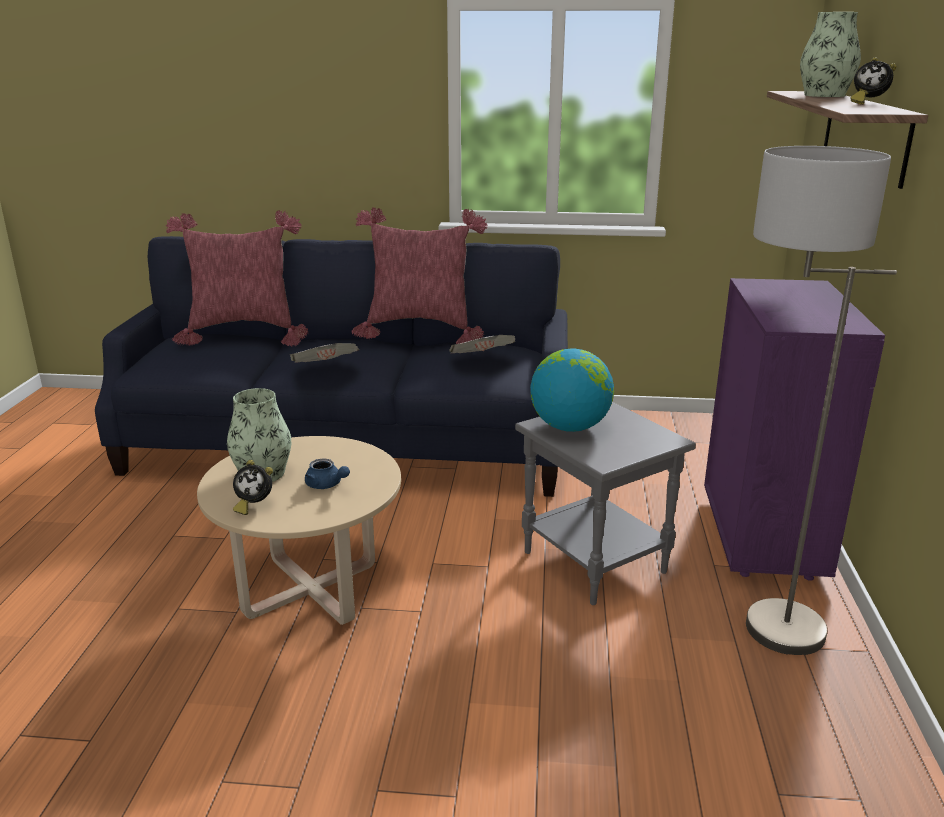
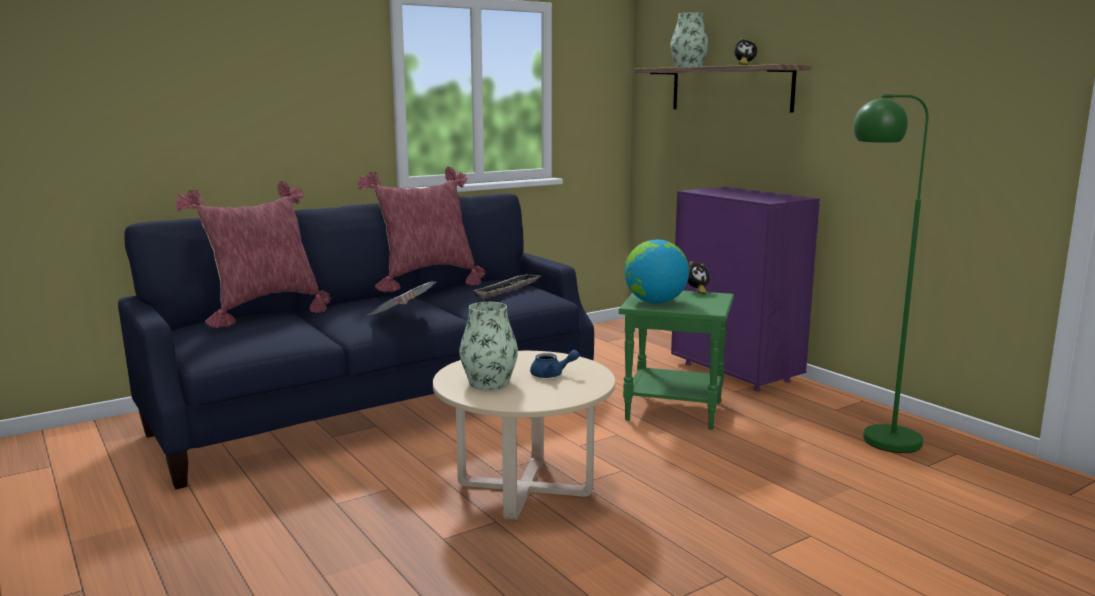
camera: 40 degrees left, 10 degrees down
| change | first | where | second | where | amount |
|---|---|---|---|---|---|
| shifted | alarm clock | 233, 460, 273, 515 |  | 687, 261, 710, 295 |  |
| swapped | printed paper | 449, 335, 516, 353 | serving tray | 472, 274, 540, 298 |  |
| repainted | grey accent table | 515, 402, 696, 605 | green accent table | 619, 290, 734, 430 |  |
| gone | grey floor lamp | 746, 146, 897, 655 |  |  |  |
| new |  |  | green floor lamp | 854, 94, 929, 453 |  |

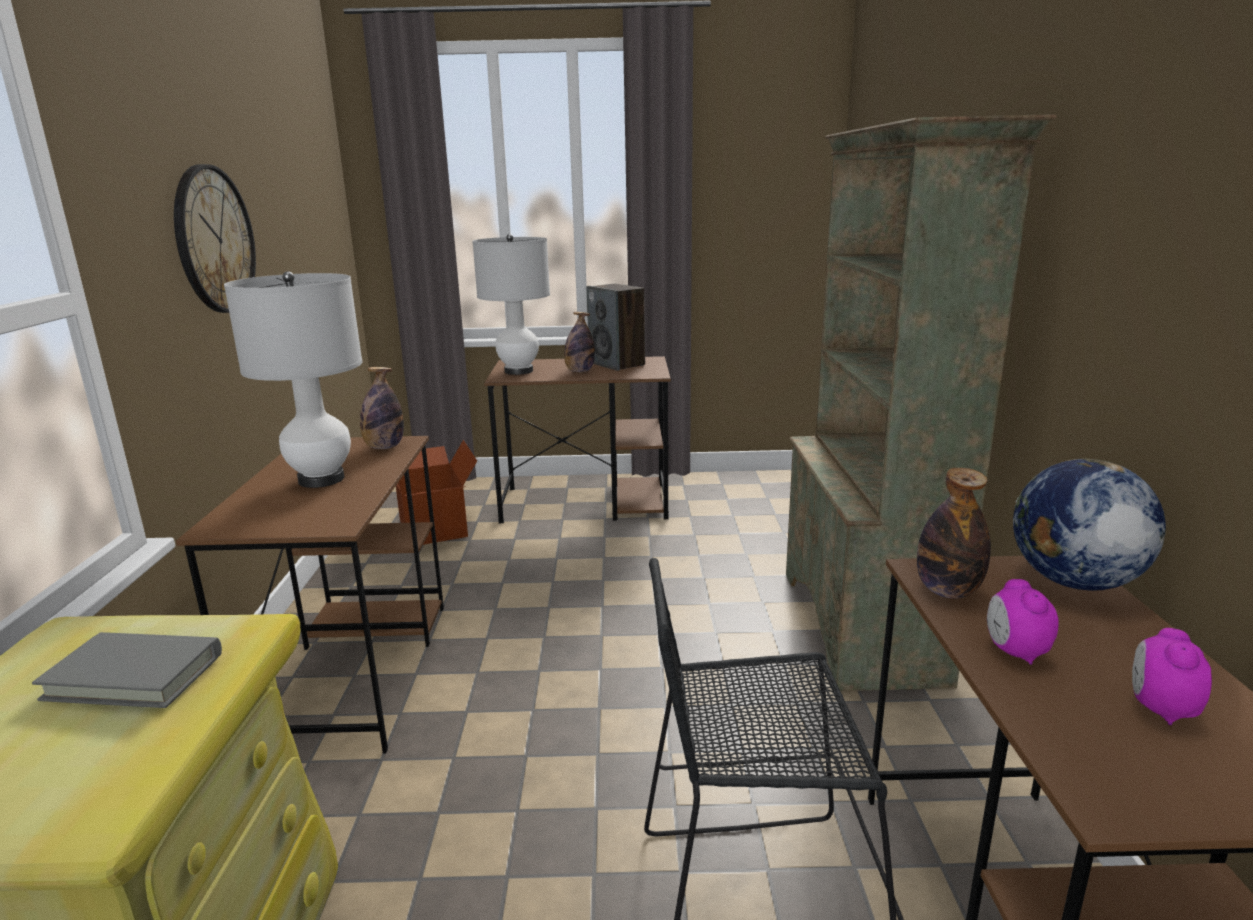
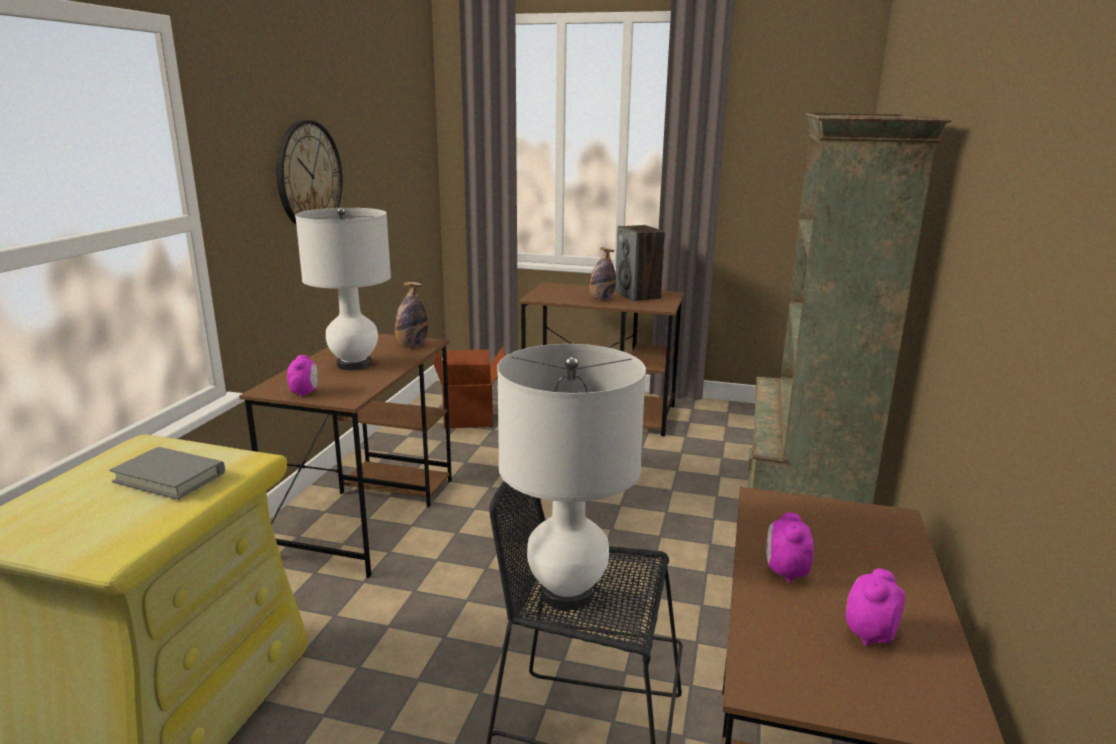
camera: 15 degrees right, 0 degrees up
| change | first | where | second | where | amount |
|---|---|---|---|---|---|
| shifted | whitish table lamp | 472, 234, 550, 375 |  | 497, 344, 646, 611 |  |
| gone | drink bottle | 917, 468, 991, 598 |  |  |  |
| gone | desk globe | 1013, 459, 1166, 591 |  |  |  |
| new |  |  | alarm clock | 287, 355, 318, 397 |  |

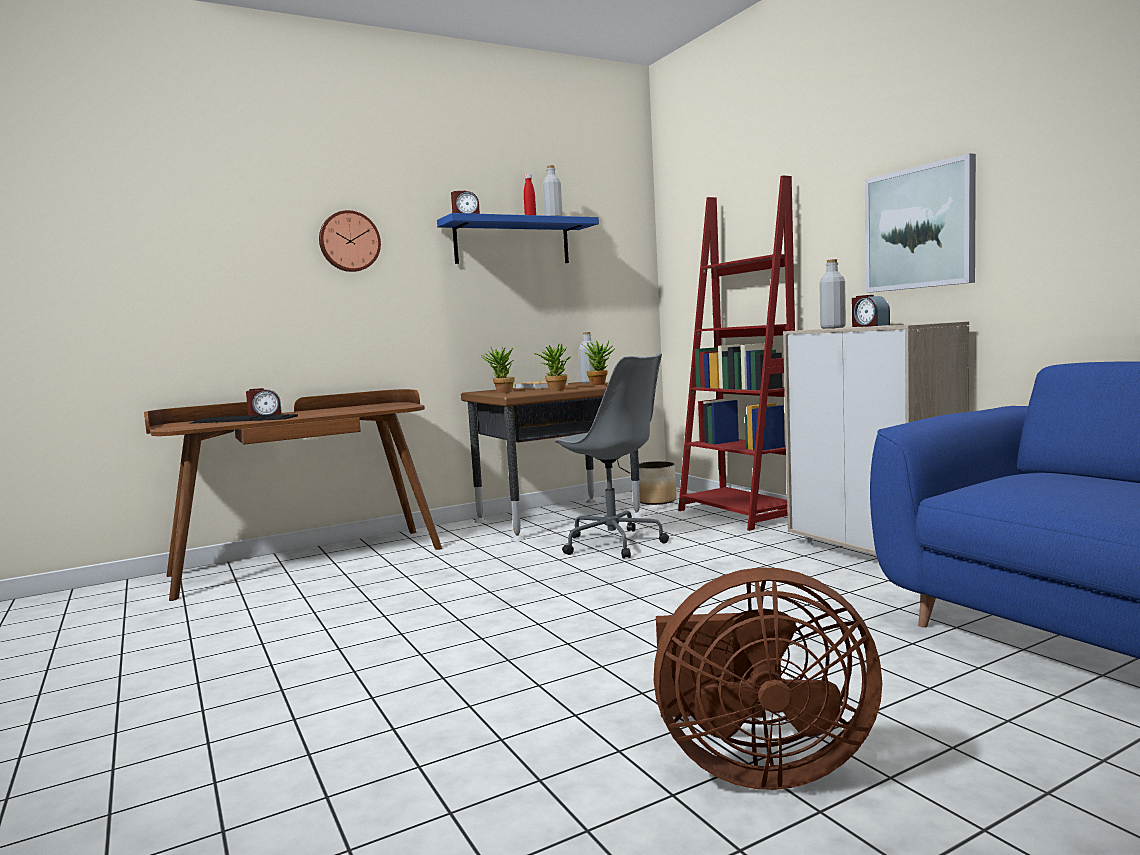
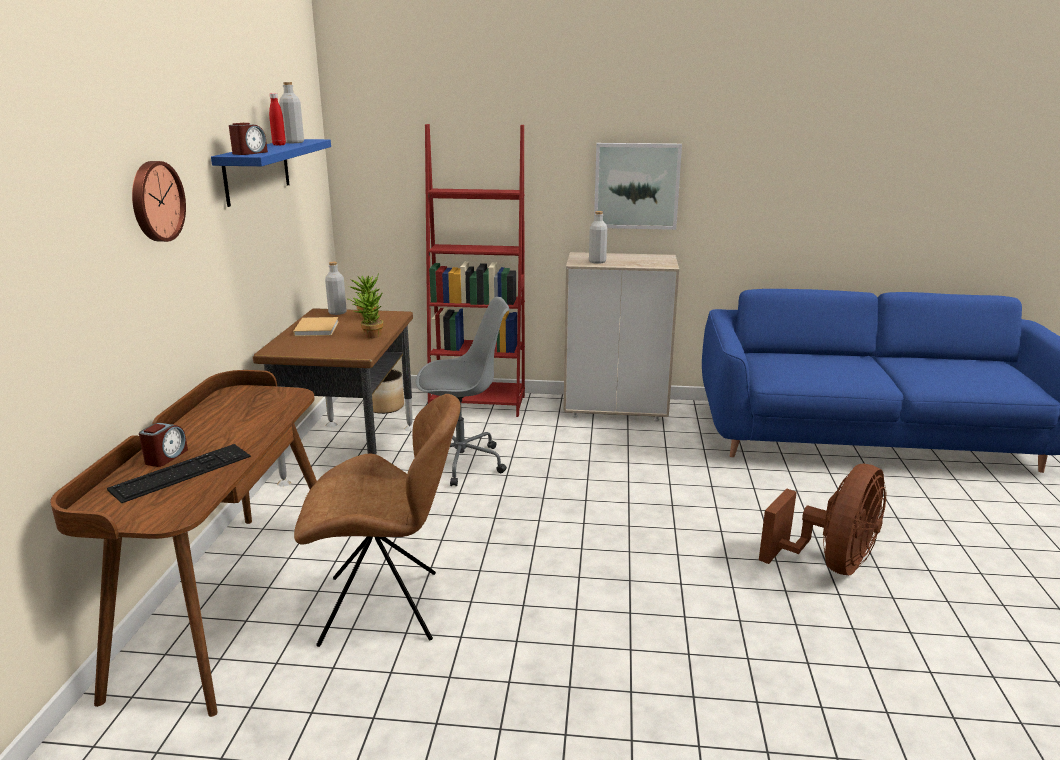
camera: 55 degrees left, 15 degrees up
| change | first | where | second | where | amount |
|---|---|---|---|---|---|
| gone | potted plant | 481, 347, 515, 393 |  |  |  |
| gone | alarm clock | 852, 295, 890, 327 |  |  |  |
| new |  |  | brown-coloured chair | 294, 394, 461, 647 |  |

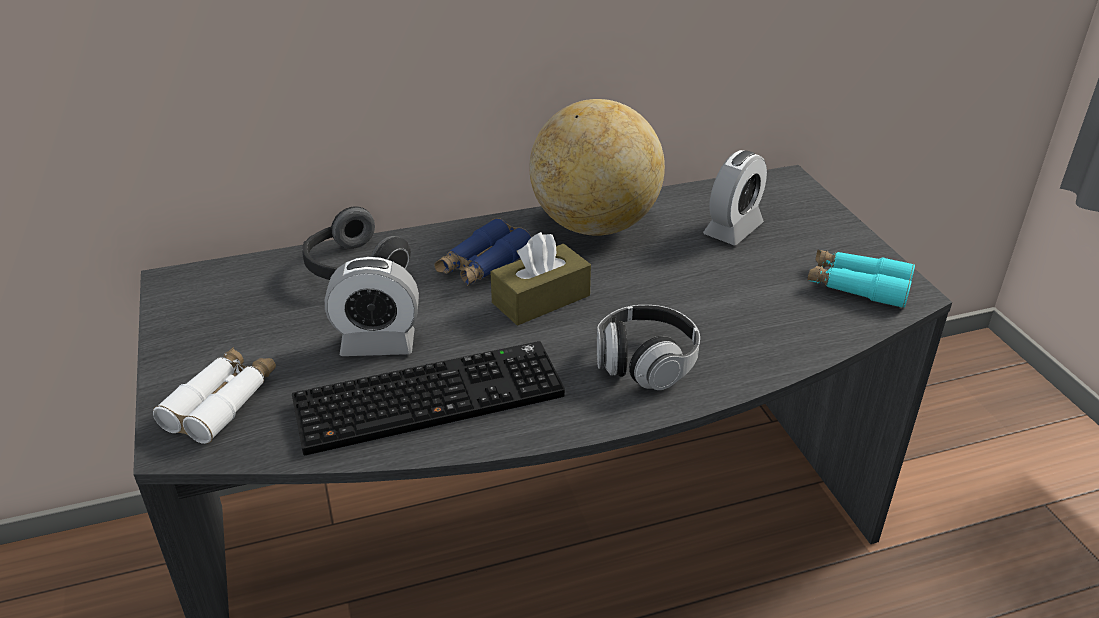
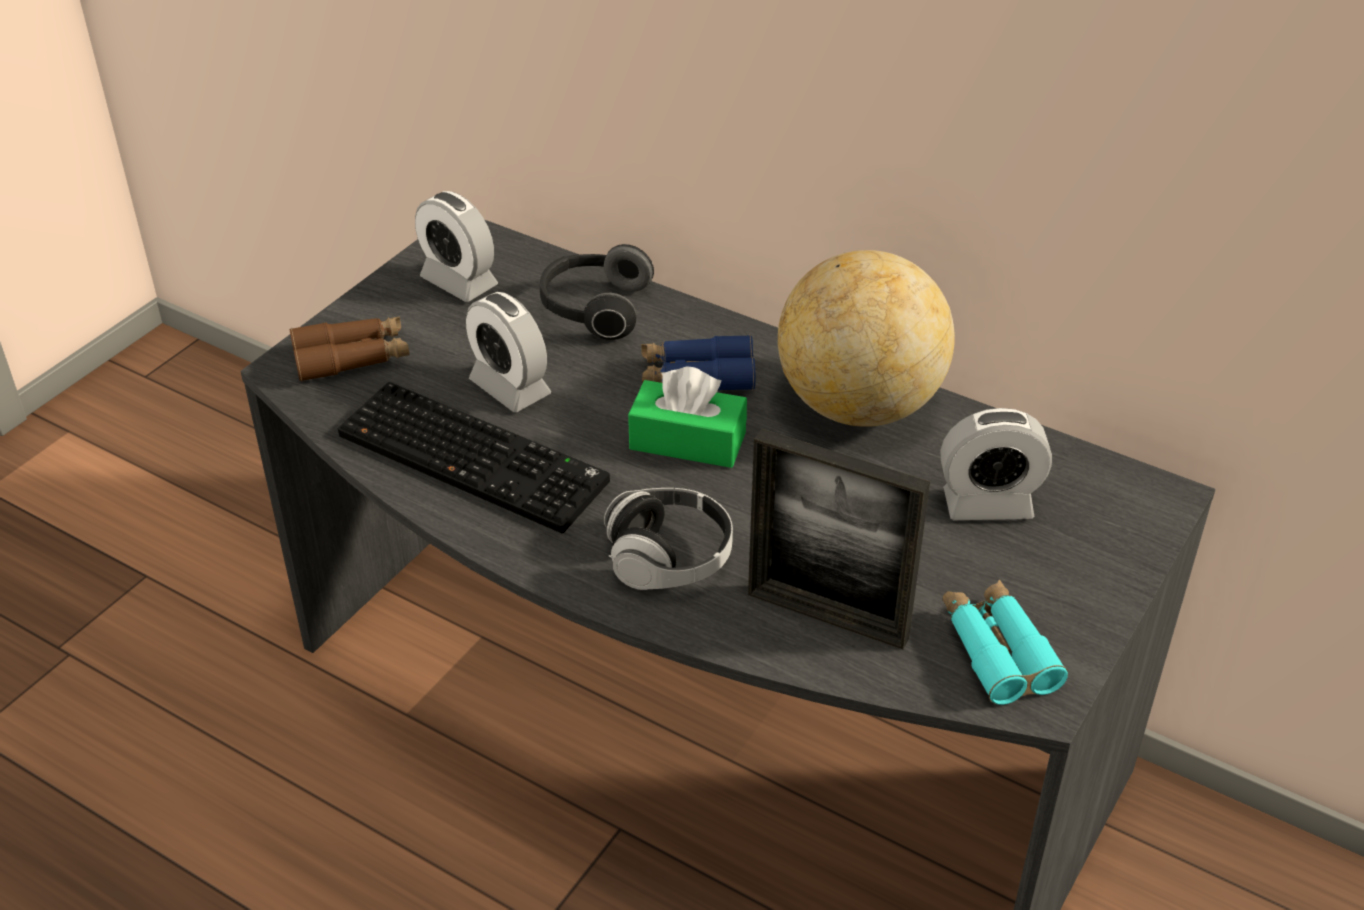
camera: 50 degrees right, 5 degrees up
| change | first | where | second | where | amount |
|---|---|---|---|---|---|
| repainted | whitish pair of binoculars | 153, 347, 276, 444 | brown-coloured pair of binoculars | 290, 317, 410, 381 |  |
| repainted | brown-coloured box of tissues | 490, 232, 591, 326 | green box of tissues | 628, 367, 747, 468 |  |
| new |  |  | alarm clock | 415, 191, 498, 302 |  |
| new |  |  | photo frame | 748, 428, 930, 649 |  |

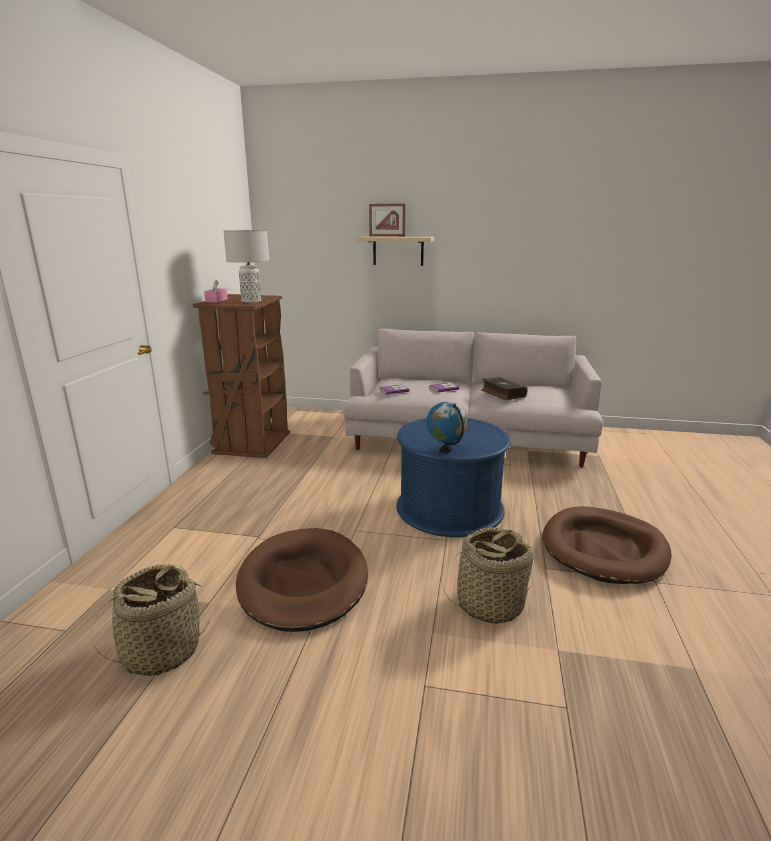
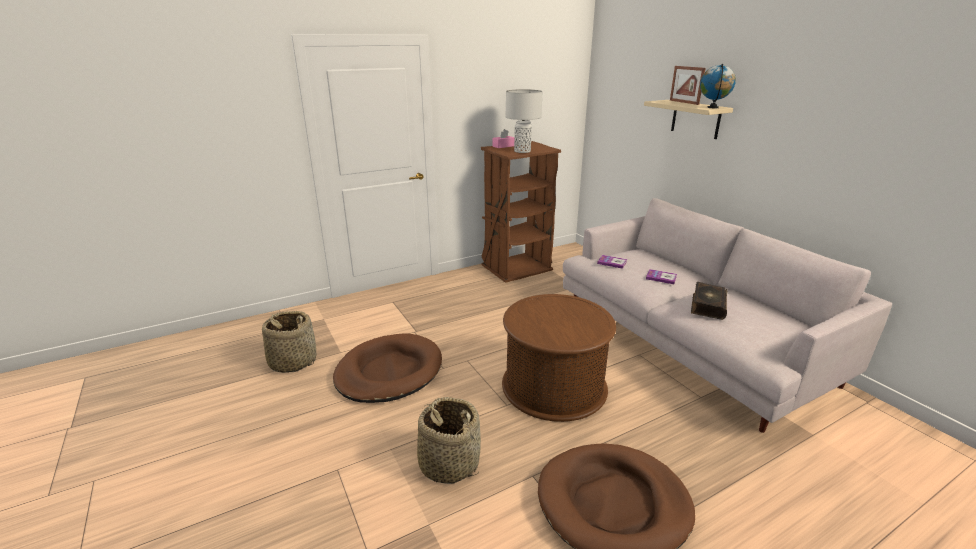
camera: 50 degrees right, 5 degrees up
| change | first | where | second | where | amount |
|---|---|---|---|---|---|
| repainted | blue-coloured coffee table | 396, 418, 511, 537 | brown-coloured coffee table | 502, 294, 616, 422 |  |
| shifted | desk globe | 426, 402, 468, 453 |  | 700, 64, 736, 108 |  |

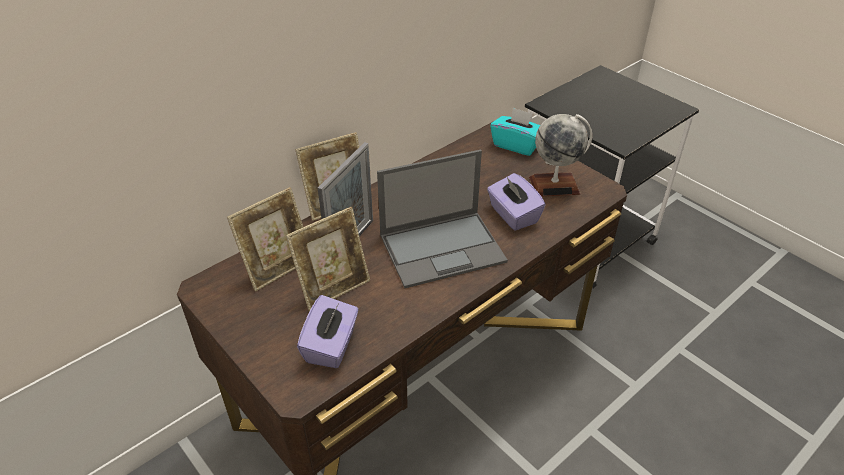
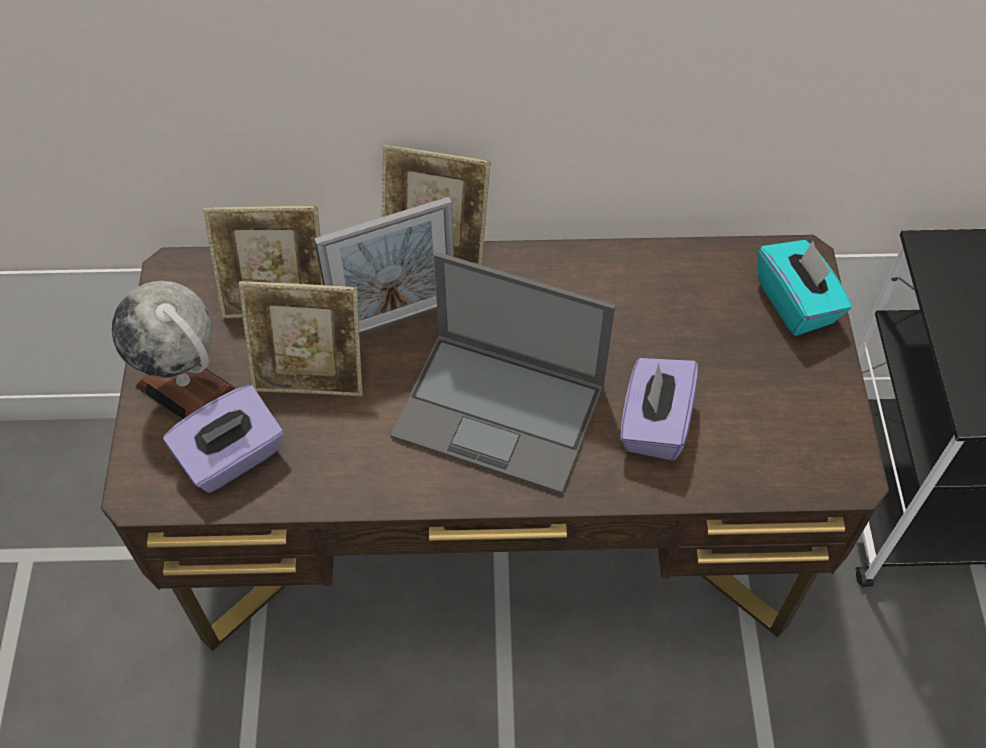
camera: 40 degrees right, 15 degrees up
| change | first | where | second | where | amount |
|---|---|---|---|---|---|
| shifted | desk globe | 529, 114, 592, 196 |  | 112, 281, 236, 419 |  |

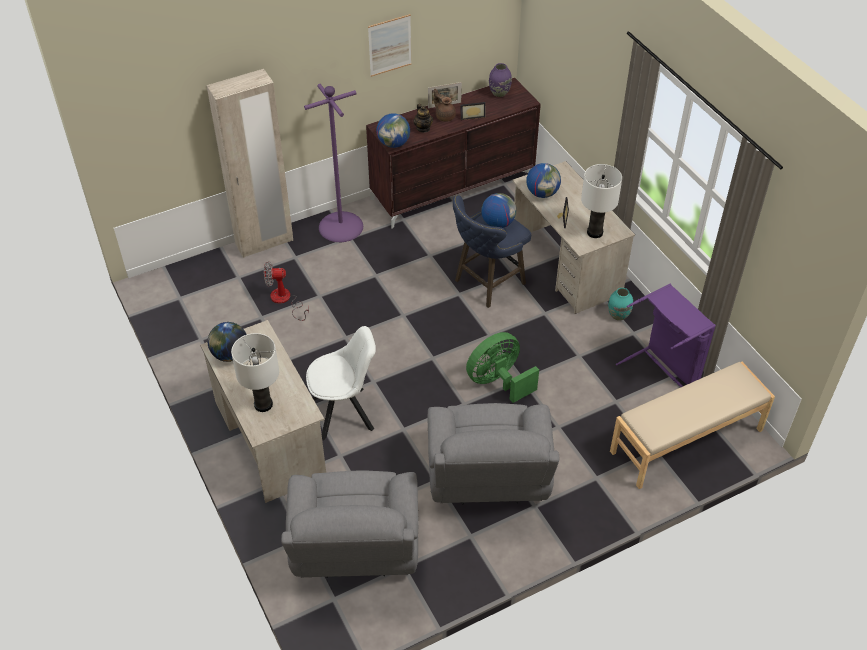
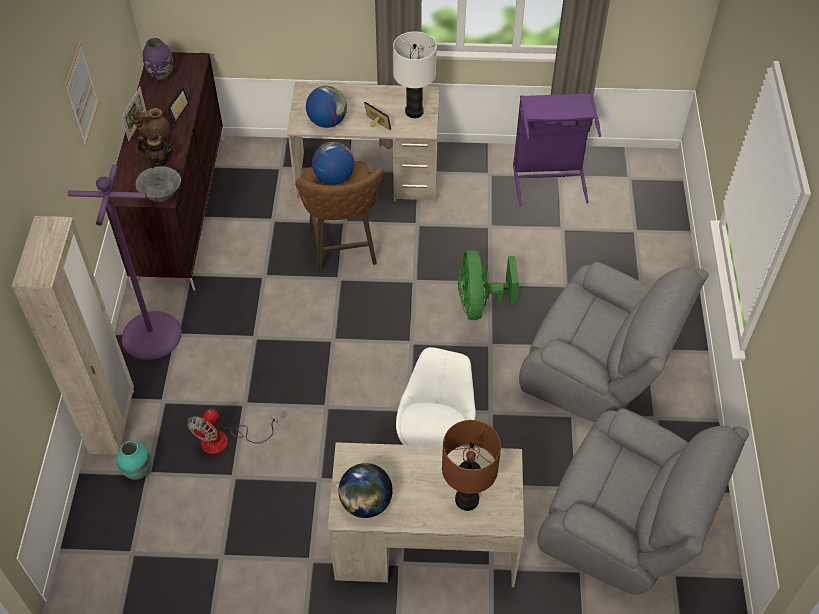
camera: 60 degrees left, 5 degrees up
| change | first | where | second | where | amount |
|---|---|---|---|---|---|
| repainted | whitish table lamp | 231, 333, 279, 412 | brown-coloured table lamp | 442, 420, 501, 511 |  |
| swapped | desk globe | 376, 113, 410, 148 | grey bowl | 136, 166, 181, 202 |  |
| repainted | blue-coloured stool | 453, 195, 531, 308 | brown-coloured stool | 295, 161, 384, 273 |  |
| shifted | turquoise decorative vase | 608, 288, 633, 320 |  | 116, 441, 151, 480 |  |
| gone | beige long seat | 610, 362, 775, 489 |  |  |  |

